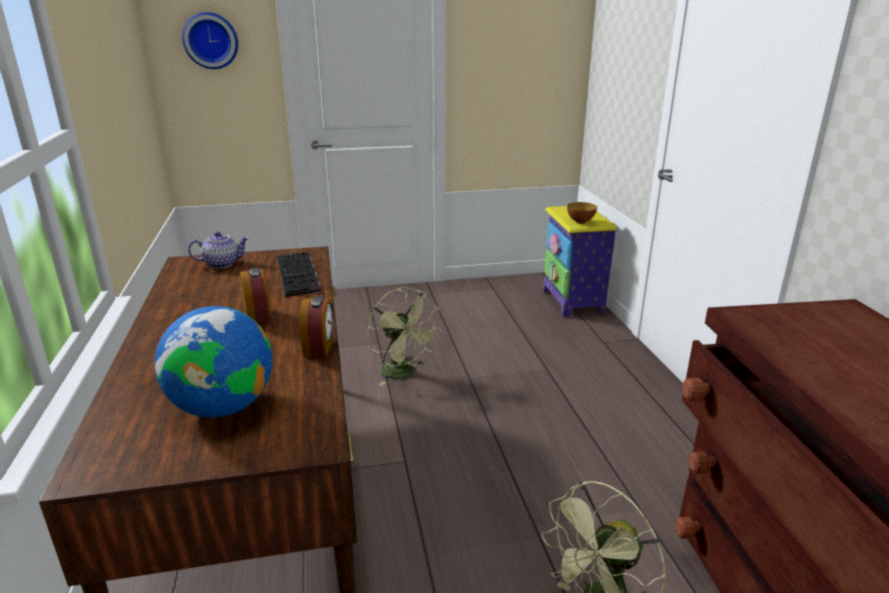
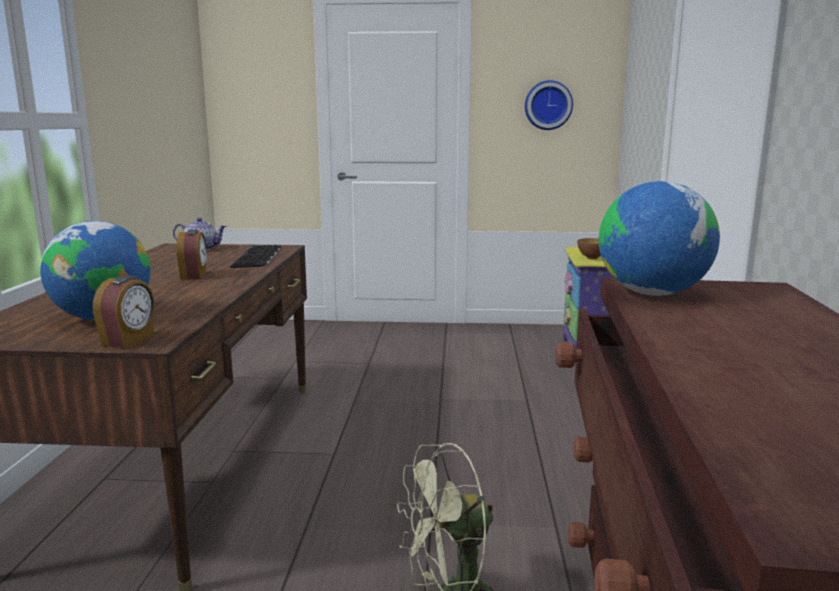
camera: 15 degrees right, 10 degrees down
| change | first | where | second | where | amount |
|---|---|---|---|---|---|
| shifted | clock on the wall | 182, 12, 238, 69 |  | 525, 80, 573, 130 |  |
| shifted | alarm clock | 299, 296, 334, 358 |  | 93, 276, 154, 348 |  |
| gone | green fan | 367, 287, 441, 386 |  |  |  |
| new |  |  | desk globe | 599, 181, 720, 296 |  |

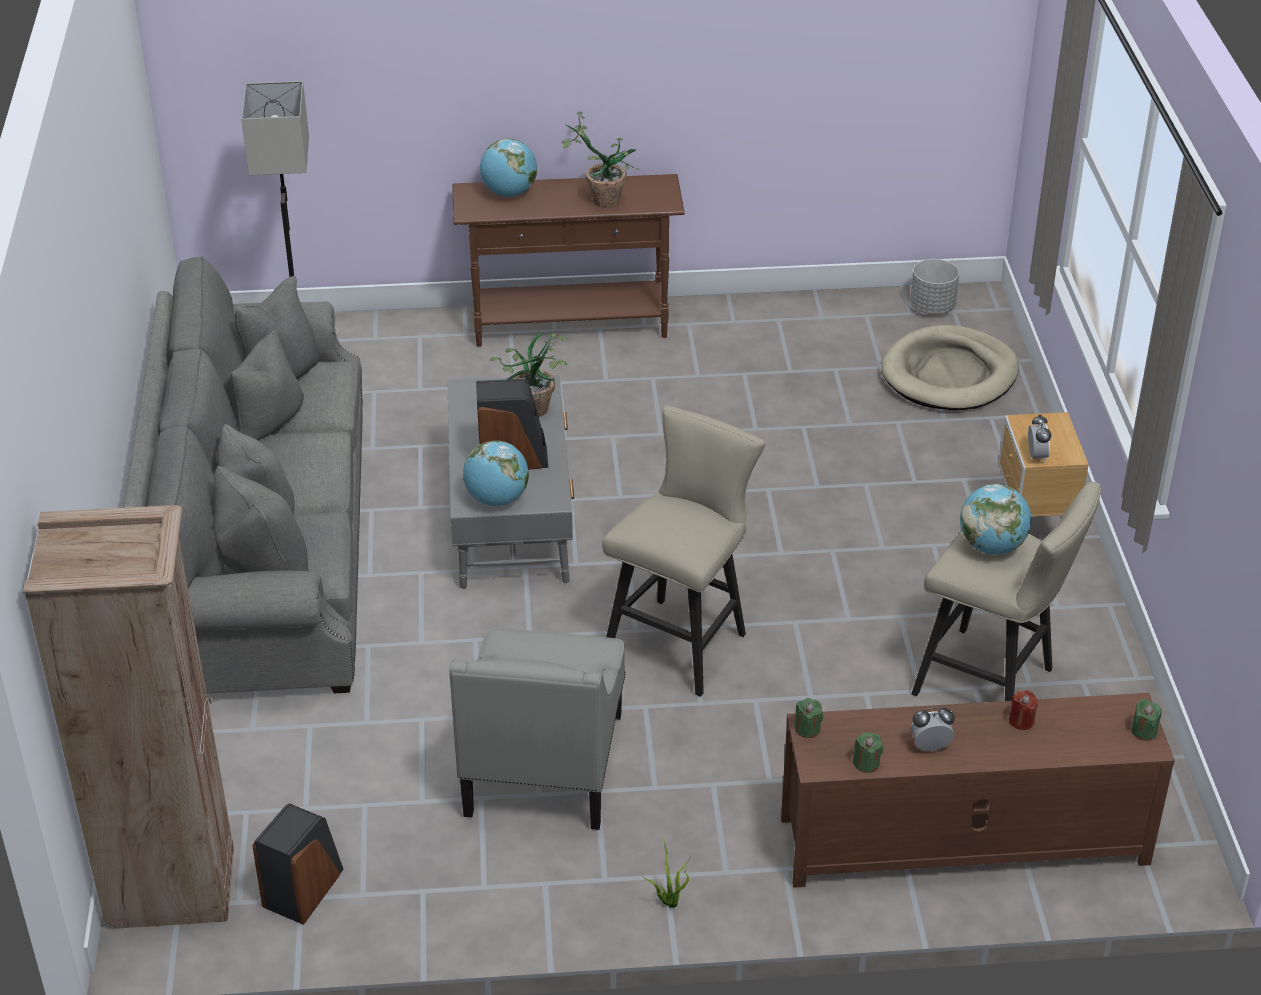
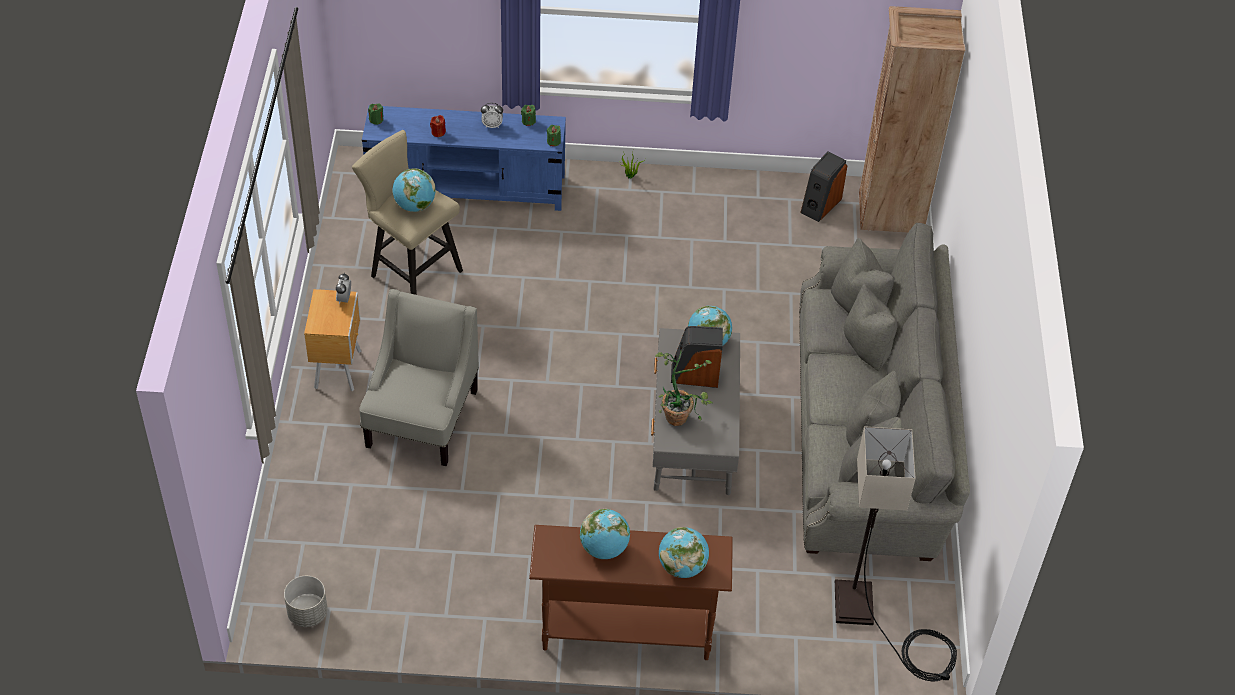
camera: 175 degrees left, 10 degrees up
| change | first | where | second | where | amount |
|---|---|---|---|---|---|
| shifted | grey armchair | 449, 628, 626, 830 |  | 359, 289, 479, 466 |  |
| swapped | potted plant | 562, 112, 640, 208 | desk globe | 580, 509, 630, 559 |  |
| gone | beige stool | 602, 405, 766, 697 |  |  |  |
| repainted | brown-coloured tv unit | 781, 693, 1175, 888 | blue-coloured tv unit | 362, 105, 566, 211 |  |
| gone | beige dog cushion | 881, 325, 1019, 410 |  |  |  |

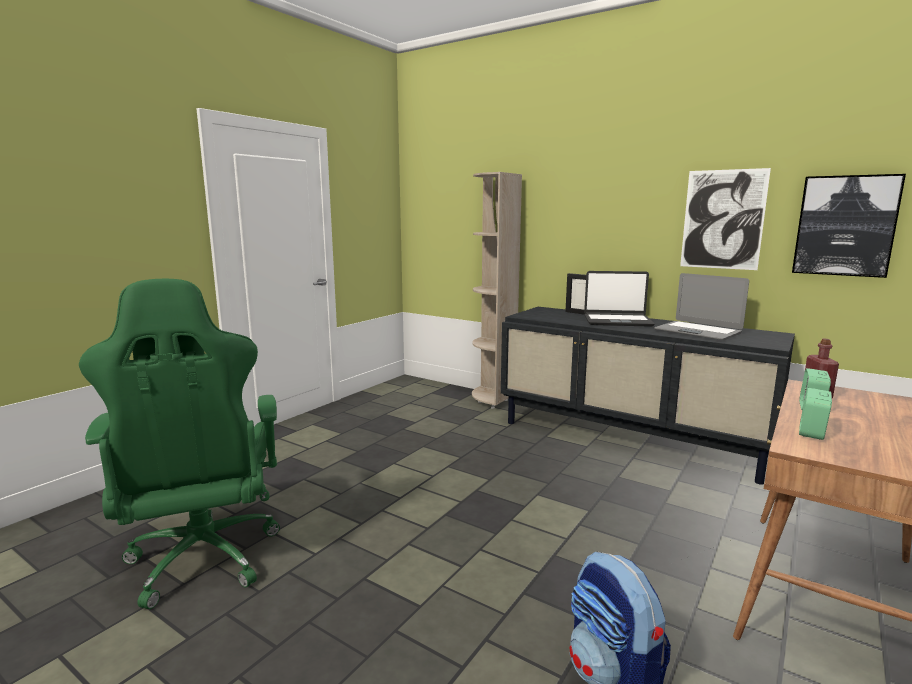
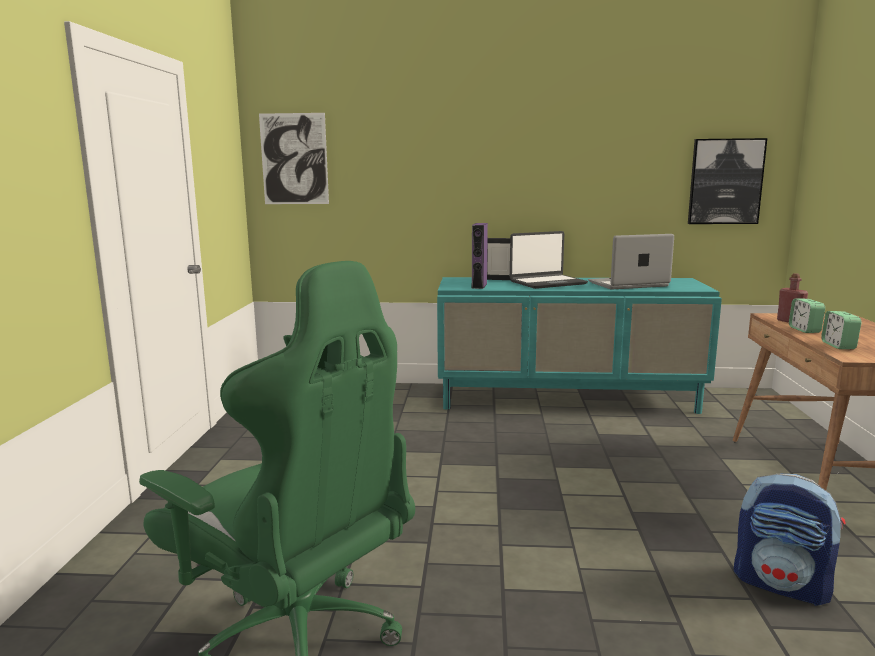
camera: 30 degrees left, 0 degrees up
| change | first | where | second | where | amount |
|---|---|---|---|---|---|
| gone | beige shelving unit | 472, 172, 522, 408 |  |  |  |
| repainted | blackish storage cabinet | 501, 307, 795, 485 | turquoise storage cabinet | 437, 277, 722, 414 |  |
| rotated | notebook computer | 654, 273, 749, 340 |  | 588, 234, 674, 290 | 150 degrees clockwise |
| shifted | picture | 680, 168, 771, 270 |  | 259, 113, 329, 204 |  |
| new |  |  | purple-coloured loudspeaker | 471, 223, 488, 289 |  |

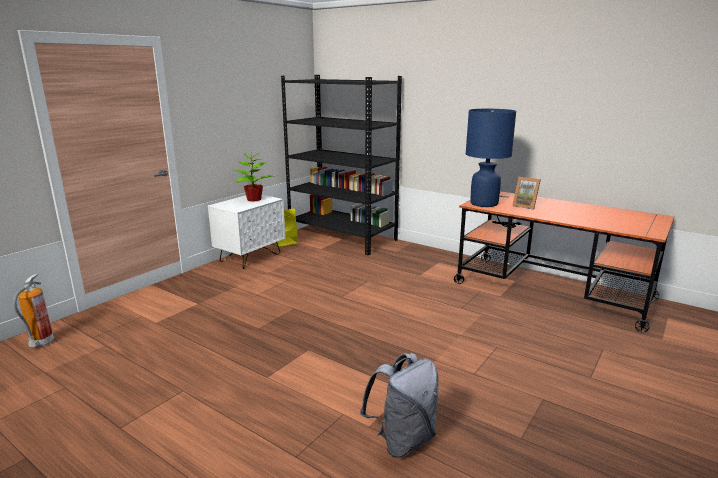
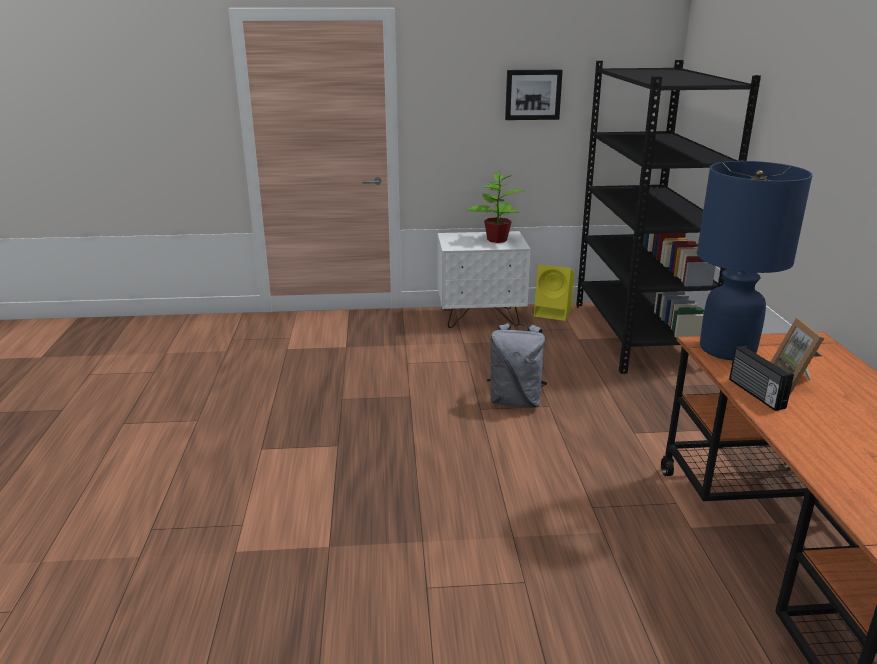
camera: 50 degrees right, 5 degrees up
| change | first | where | second | where | amount |
|---|---|---|---|---|---|
| gone | extinguisher | 13, 274, 54, 347 |  |  |  |
| shifted | grey knapsack | 360, 353, 439, 458 |  | 487, 323, 547, 407 |  |
| new |  |  | picture | 505, 70, 563, 120 |  |
| new |  |  | radio set | 729, 346, 794, 411 |  |

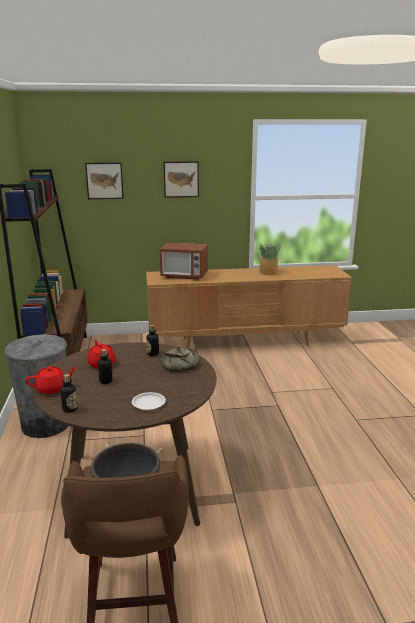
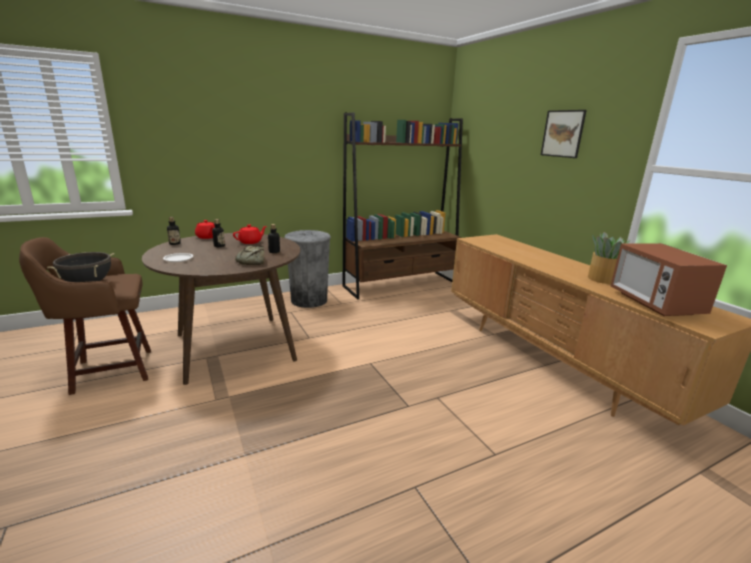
camera: 70 degrees right, 0 degrees up
| change | first | where | second | where | amount |
|---|---|---|---|---|---|
| gone | picture | 85, 162, 124, 199 |  |  |  |
| shifted | kitchen microwave | 160, 243, 208, 279 |  | 611, 243, 727, 316 |  |

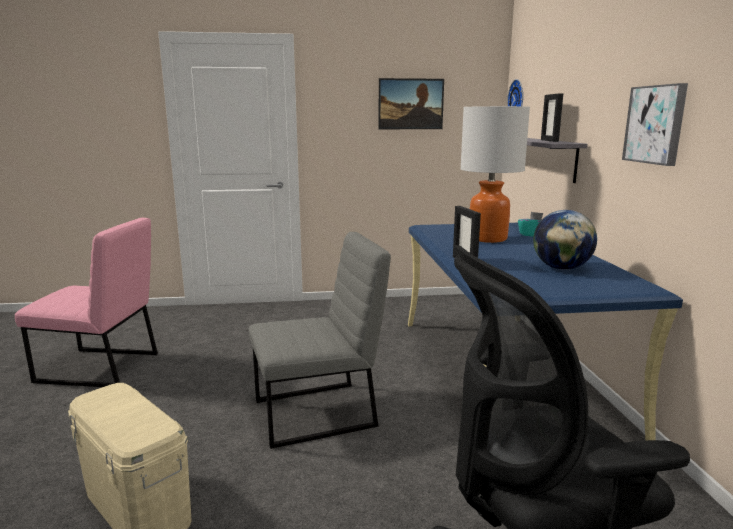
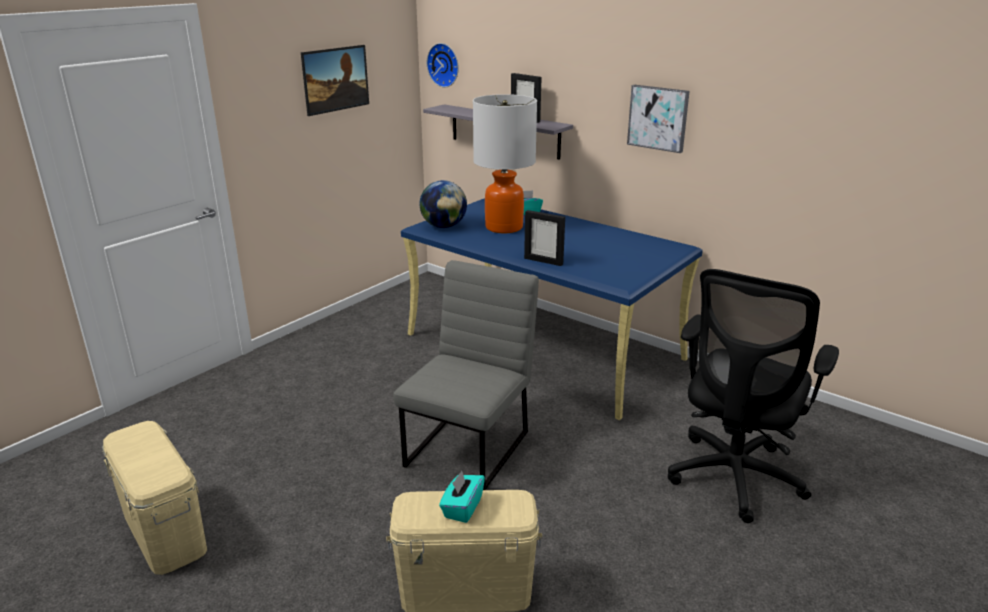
camera: 45 degrees left, 10 degrees up
| change | first | where | second | where | amount |
|---|---|---|---|---|---|
| swapped | pink chair | 15, 218, 158, 387 | beige storage box | 102, 421, 207, 575 |  |
| shifted | desk globe | 533, 210, 597, 270 |  | 420, 180, 467, 228 |  |
| new |  |  | turquoise box of tissues | 439, 470, 485, 523 |  |

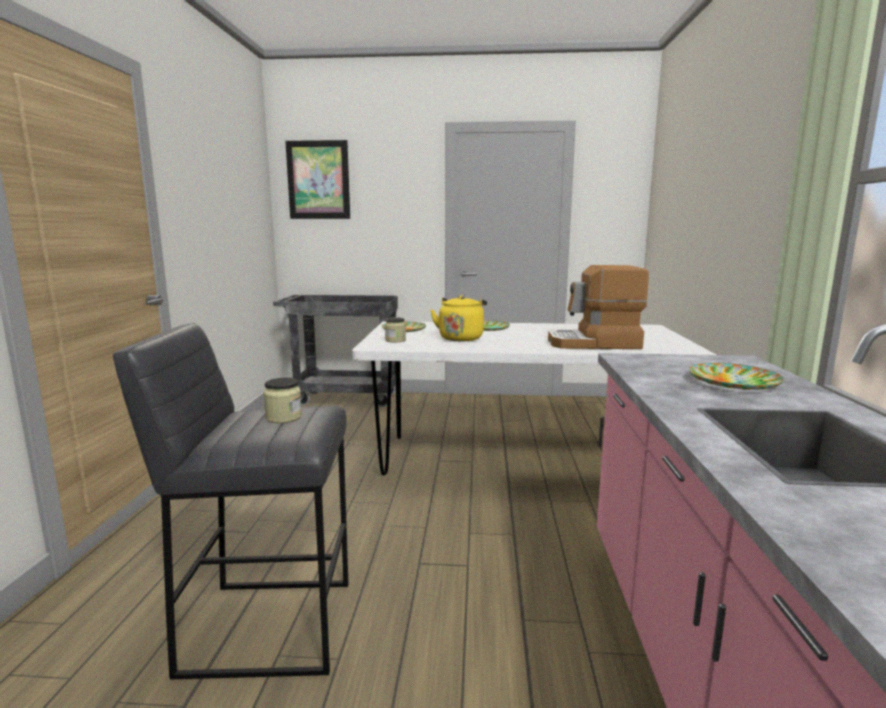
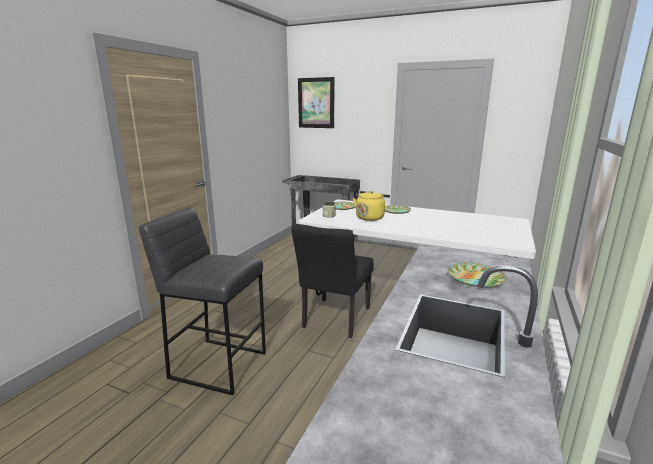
camera: 20 degrees right, 5 degrees up
| change | first | where | second | where | amount |
|---|---|---|---|---|---|
| gone | storage jar | 264, 378, 302, 423 |  |  |  |
| gone | coffee brewer | 548, 265, 649, 349 |  |  |  |
| new |  |  | blackish chair | 292, 224, 374, 338 |  |

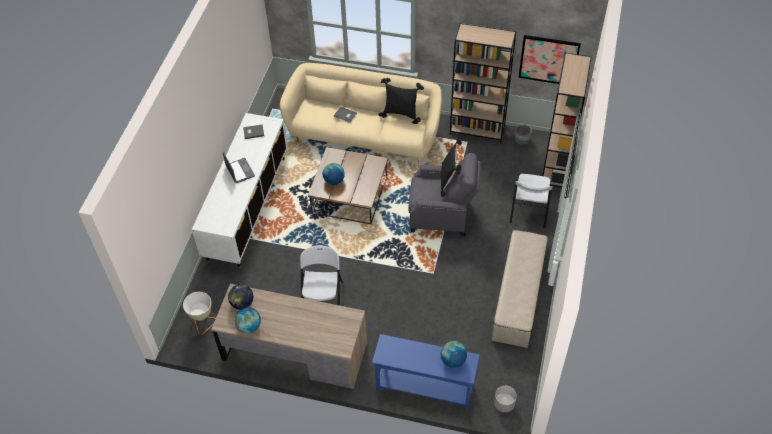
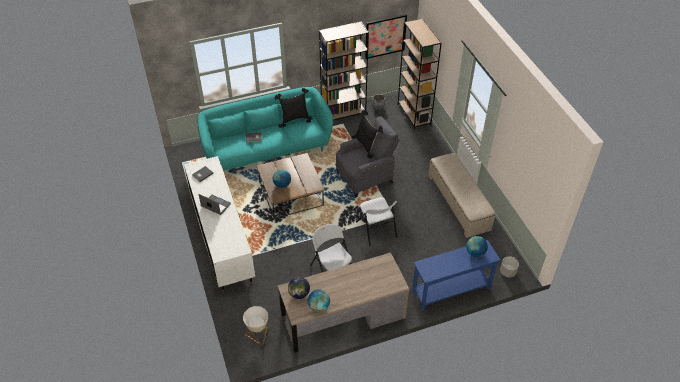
camera: 35 degrees left, 5 degrees down
| change | first | where | second | where | amount |
|---|---|---|---|---|---|
| repainted | beige sofa | 280, 63, 442, 164 | turquoise sofa | 198, 87, 333, 171 |  |
| shifted | whitish chair | 510, 174, 553, 228 |  | 356, 197, 397, 246 |  |

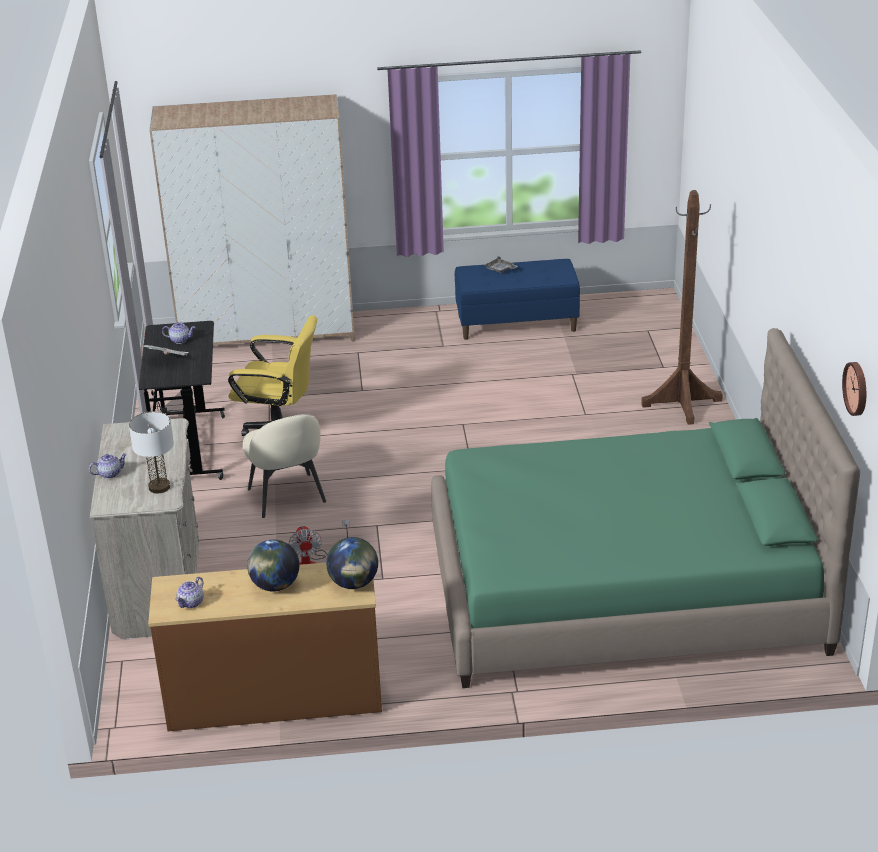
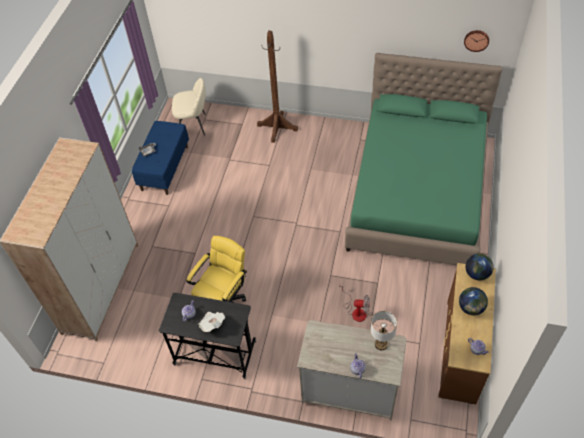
camera: 70 degrees left, 20 degrees up
| change | first | where | second | where | amount |
|---|---|---|---|---|---|
| shifted | beige chair | 243, 414, 326, 518 |  | 172, 78, 205, 136 |  |

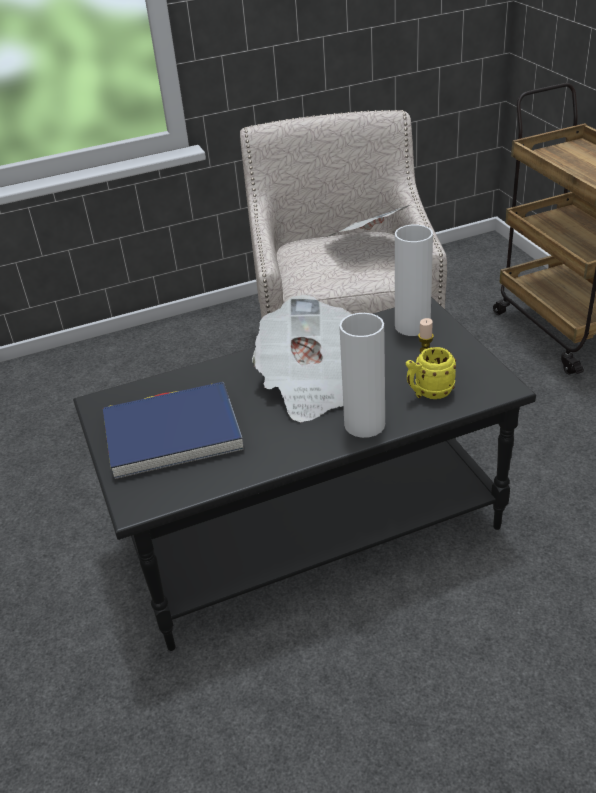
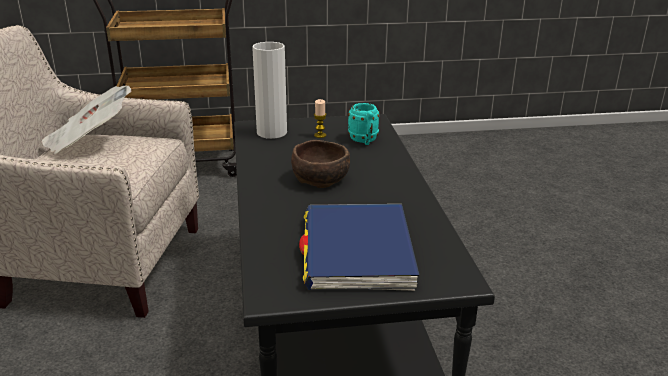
camera: 80 degrees left, 10 degrees down
| change | first | where | second | where | amount |
|---|---|---|---|---|---|
| swapped | printed paper | 252, 295, 351, 422 | brown-coloured bowl | 291, 140, 350, 188 |  |
| gone | whitish decorative vase | 339, 313, 385, 438 |  |  |  |
| repainted | yellow mug | 406, 347, 456, 399 | turquoise mug | 348, 103, 380, 145 |  |

